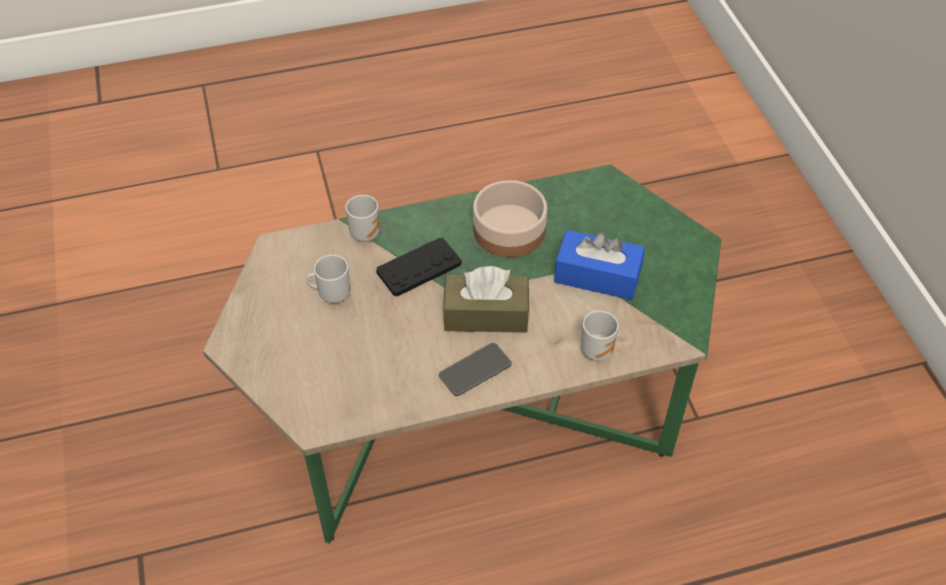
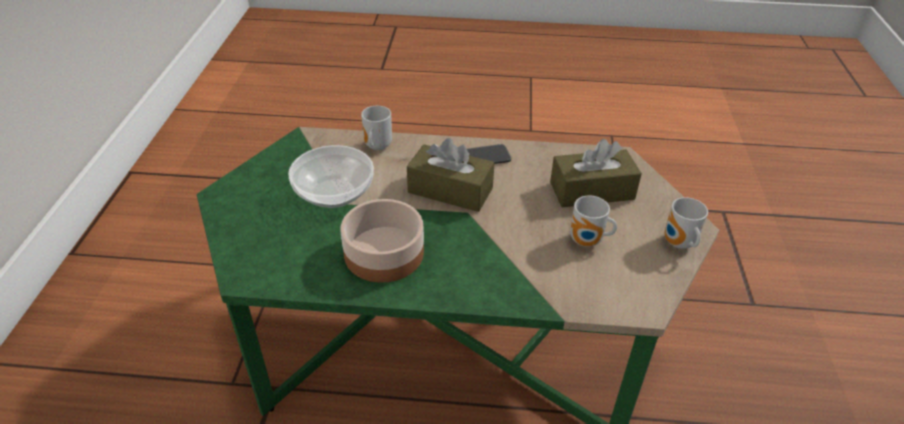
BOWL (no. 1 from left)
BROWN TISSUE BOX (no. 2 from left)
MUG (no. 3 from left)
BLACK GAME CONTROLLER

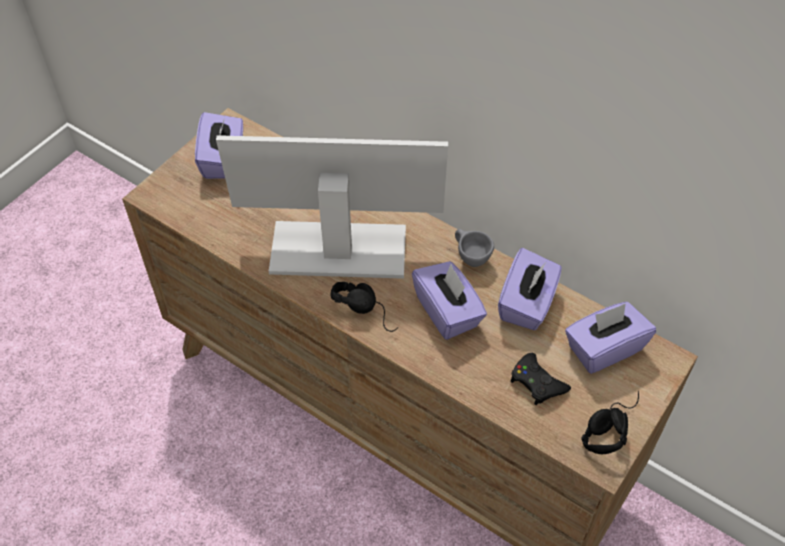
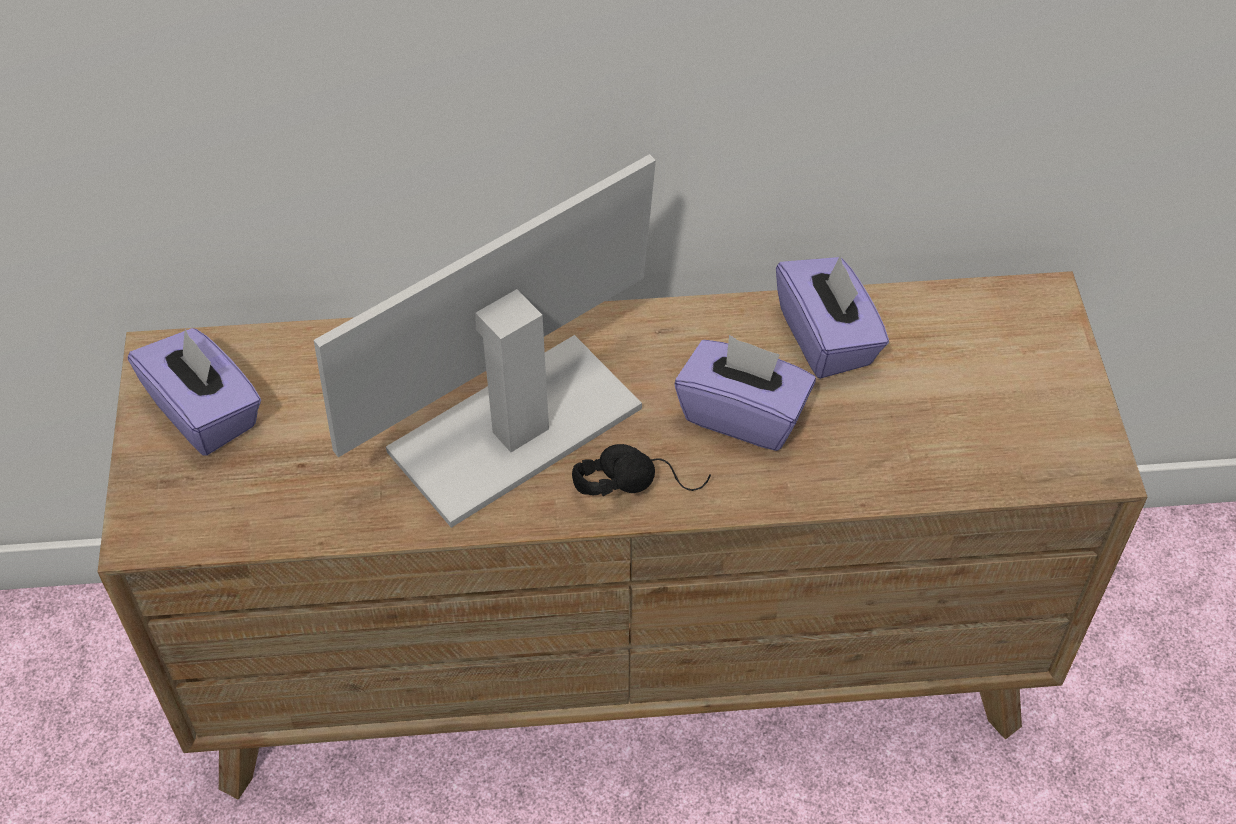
GREY CUP
BLACK GAME CONTROLLER
PURPLE TISSUE BOX (no. 4 from left in the first image)
BLACK HEADPHONES (no. 2 from left in the first image)

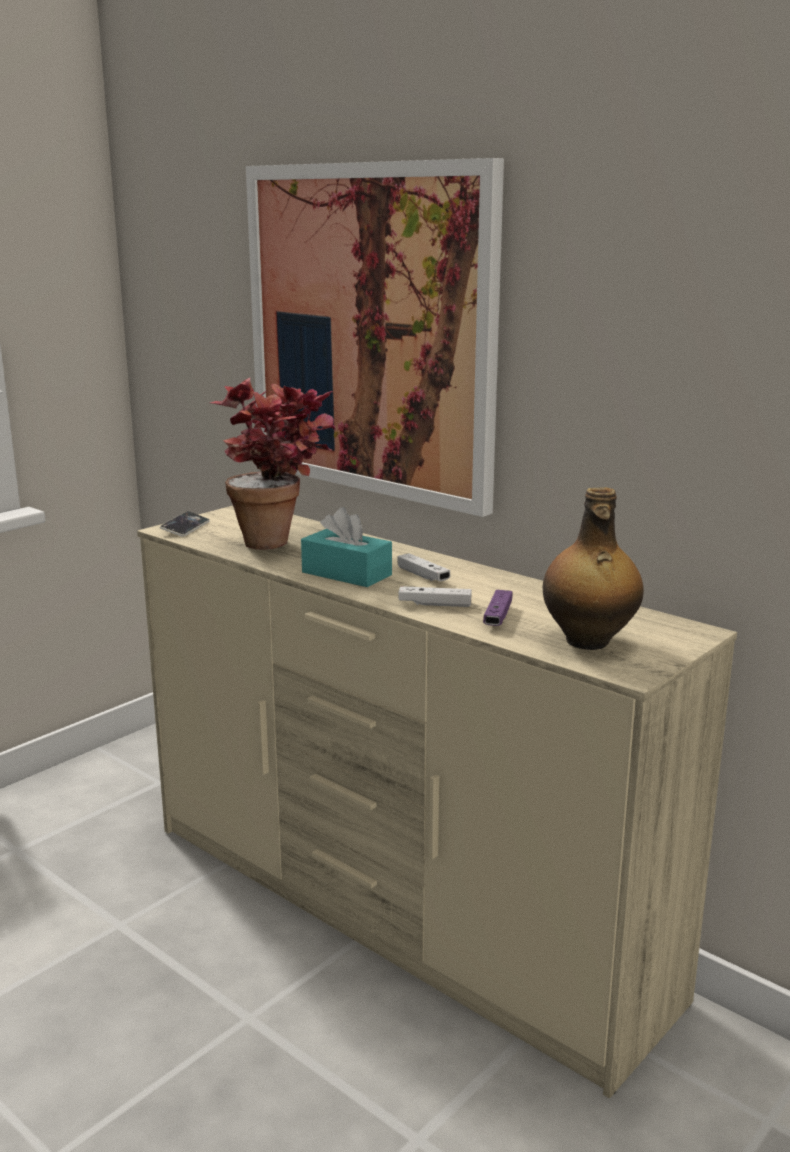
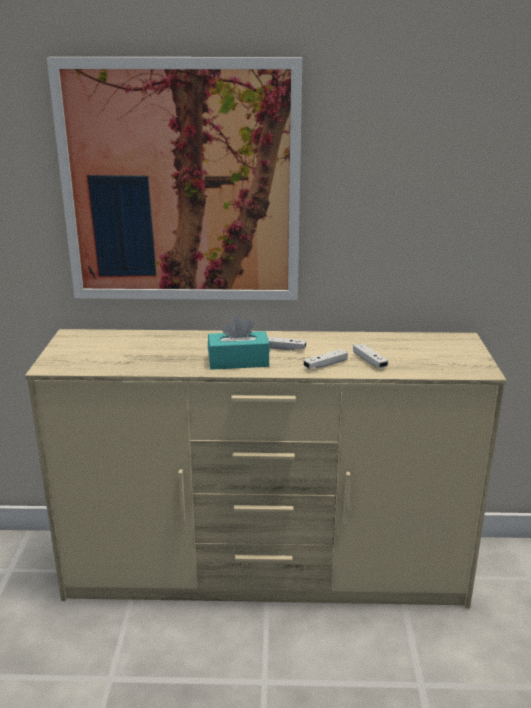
WHITE GAME CONTROLLER (no. 3 from left)
PHONE
POTTED PLANT
BOTTLE

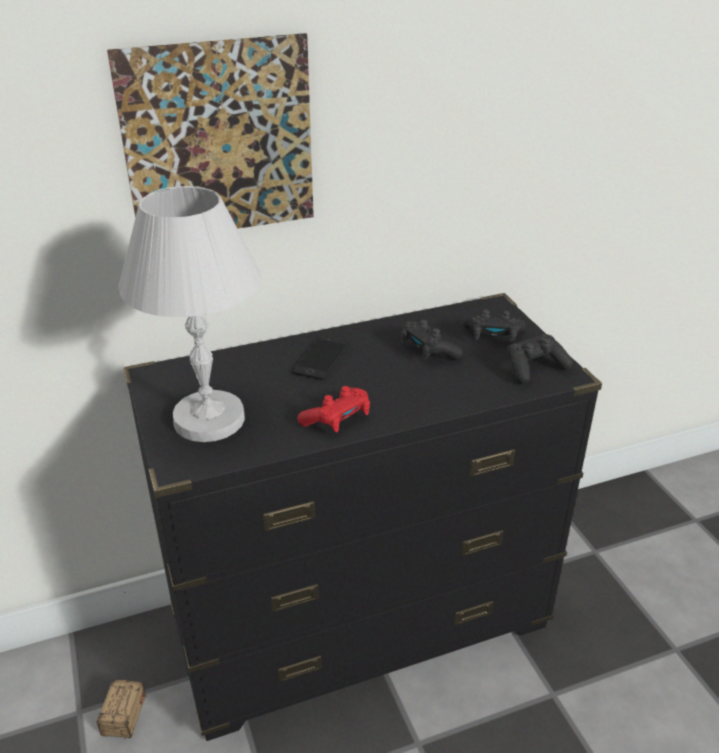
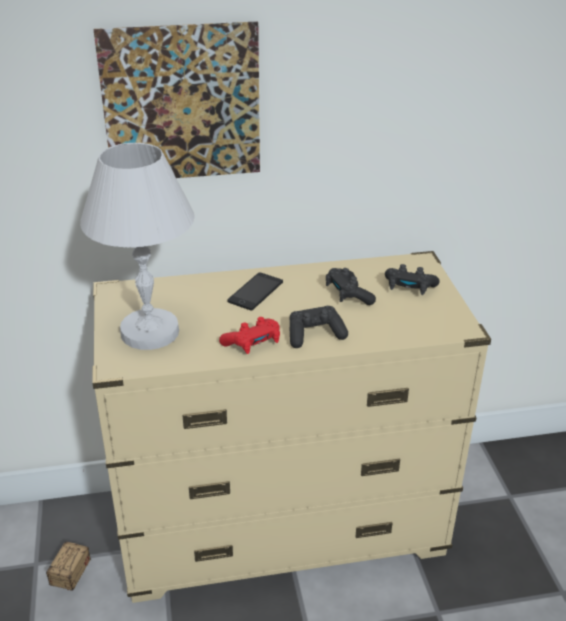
BEIGE DRESSER
BLACK GAME CONTROLLER (no. 1 from left)

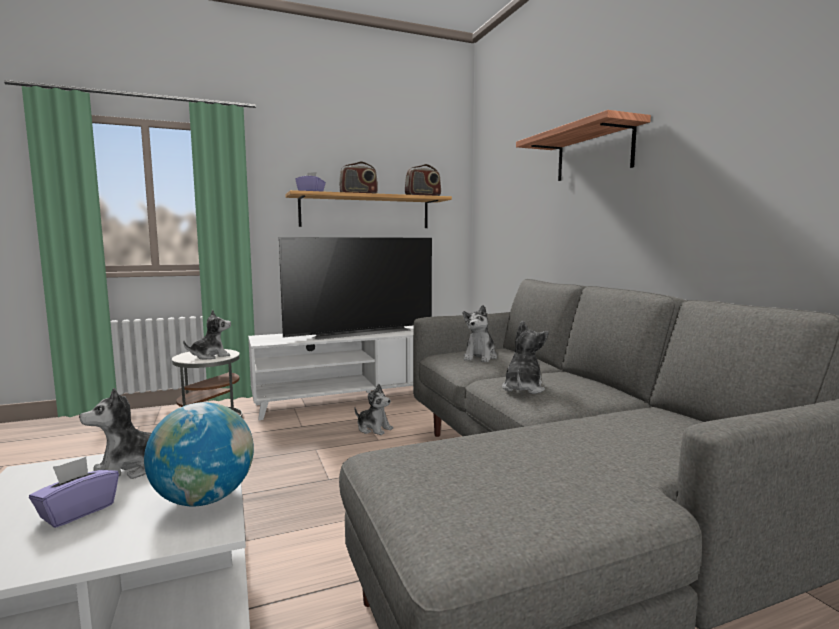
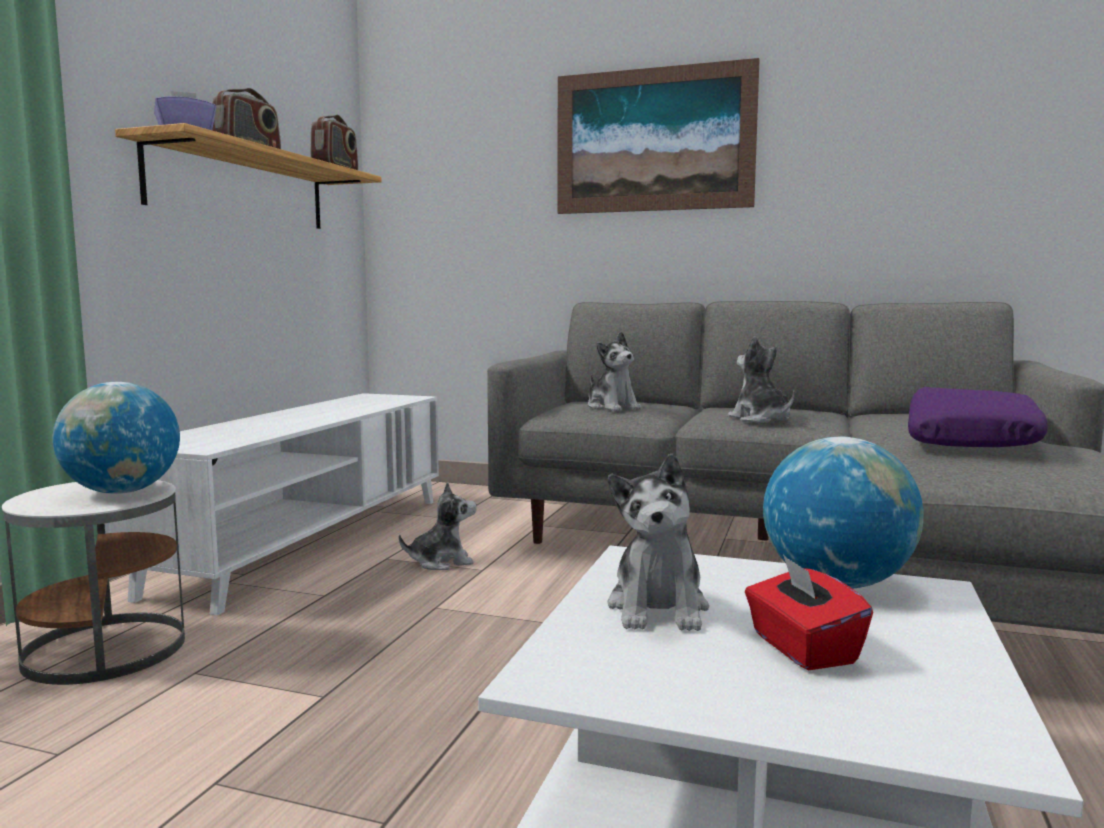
GLOBE (no. 1 from left)
PICTURE
RED TISSUE BOX
PURPLE PILLOW
TELEVISION

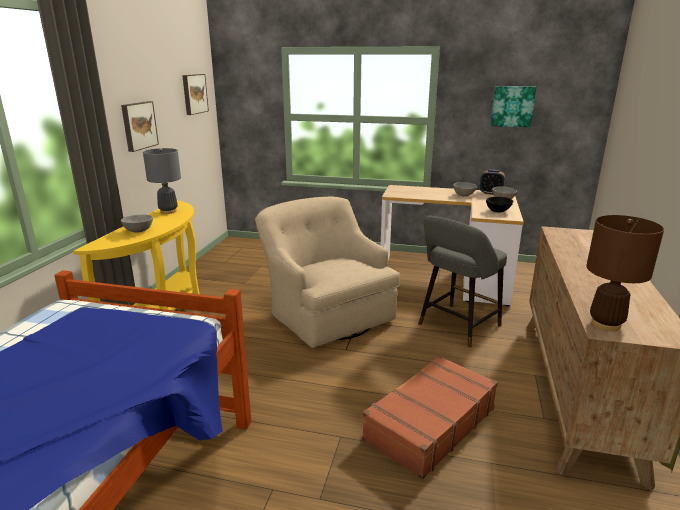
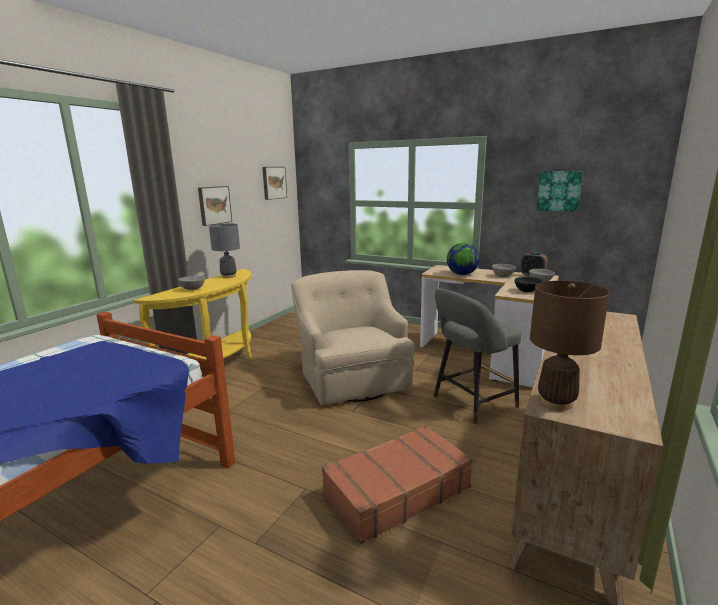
GLOBE

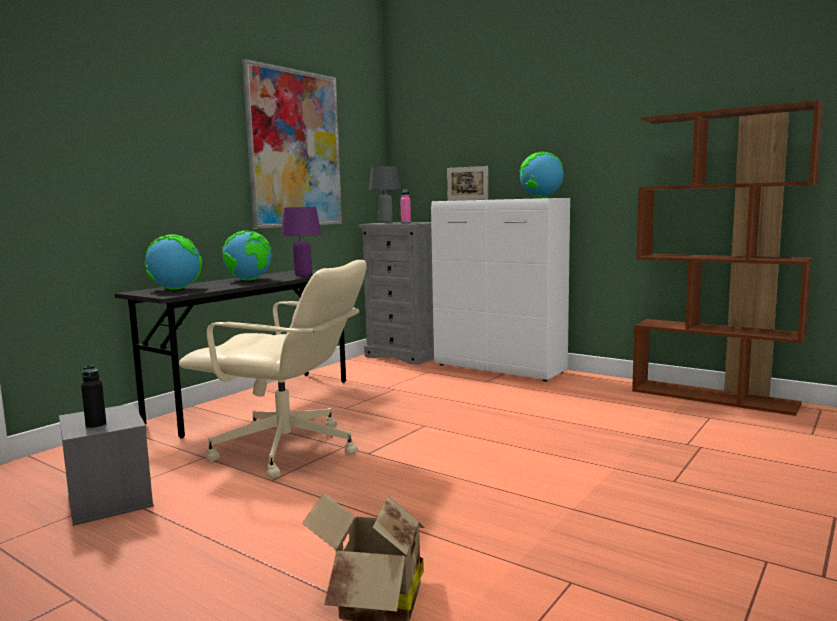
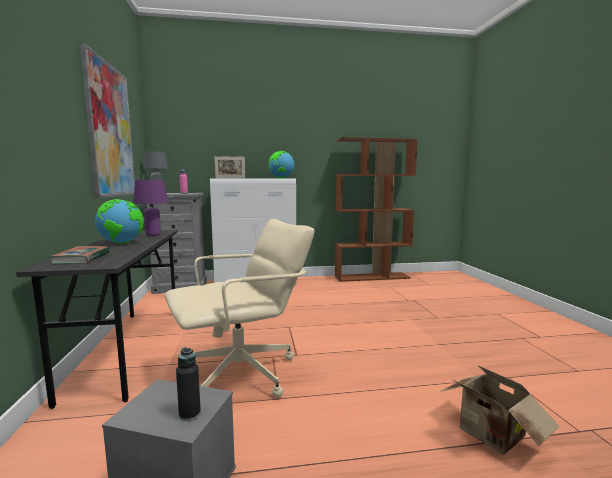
BOOK

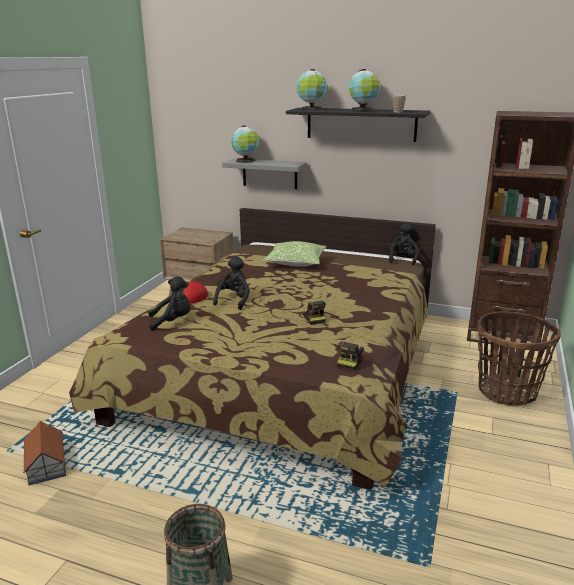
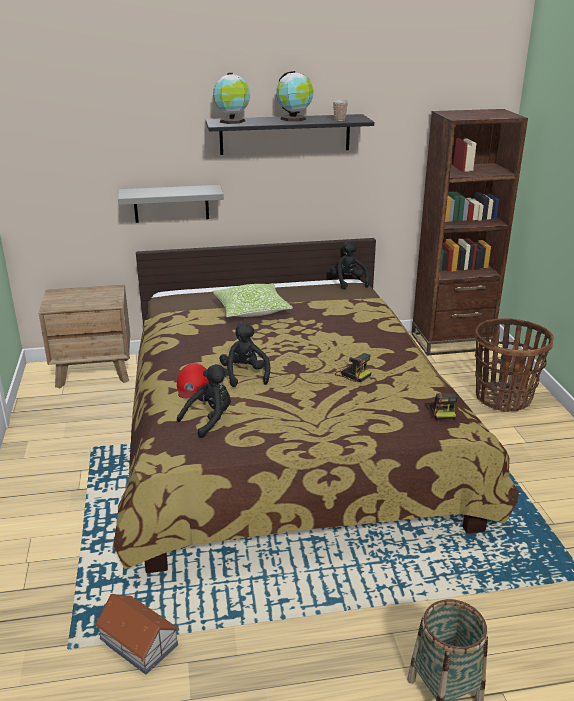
GLOBE (no. 1 from left in the first image)

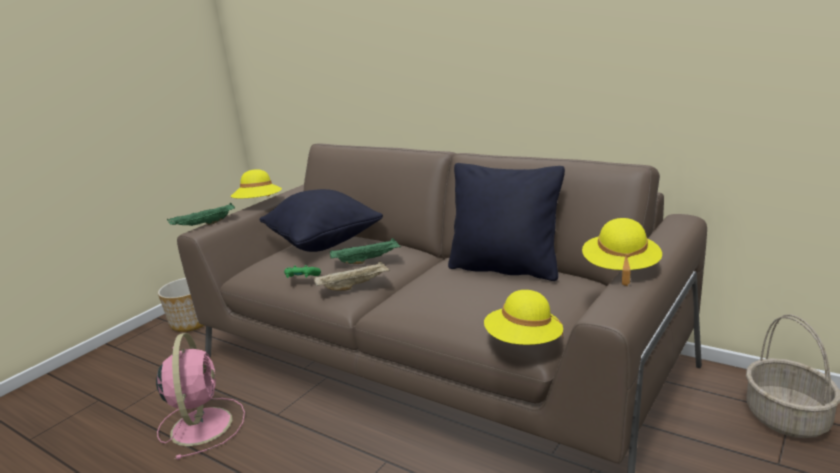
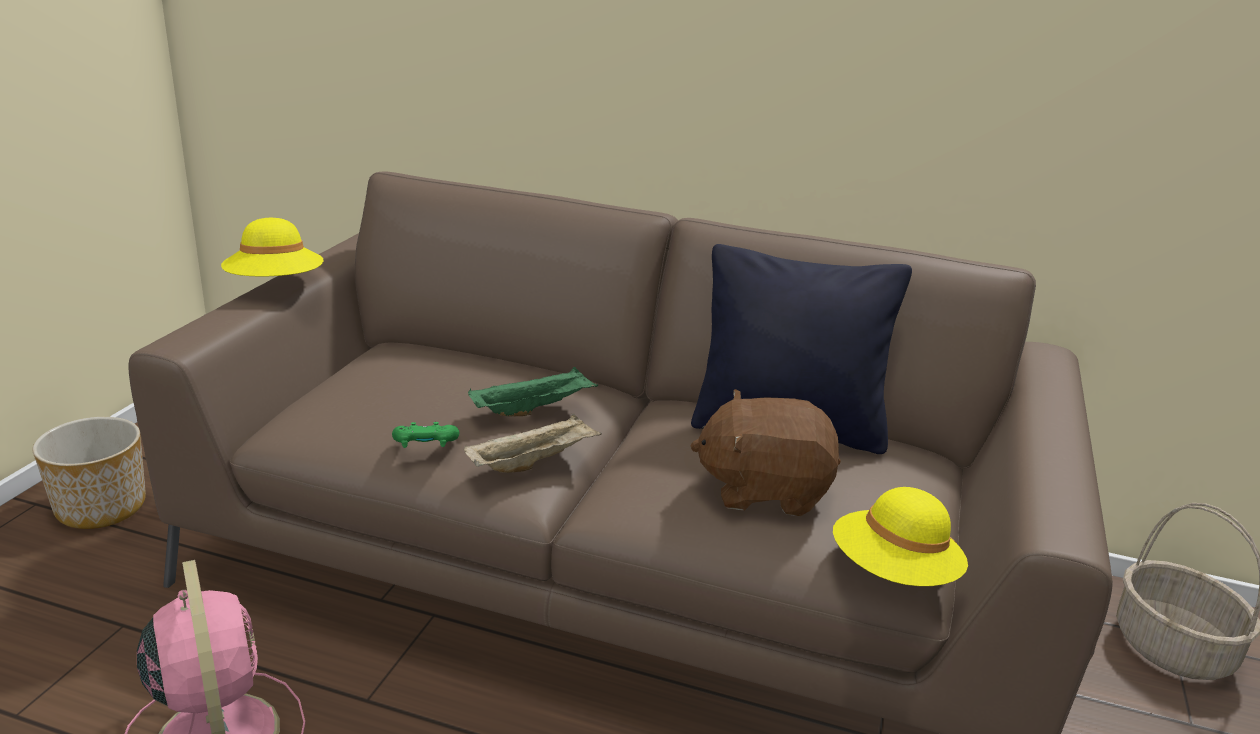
BROWN PLUSH TOY
GREEN TRAY (no. 1 from left in the first image)
BLACK PILLOW (no. 1 from left in the first image)
YELLOW HAT (no. 3 from left in the first image)

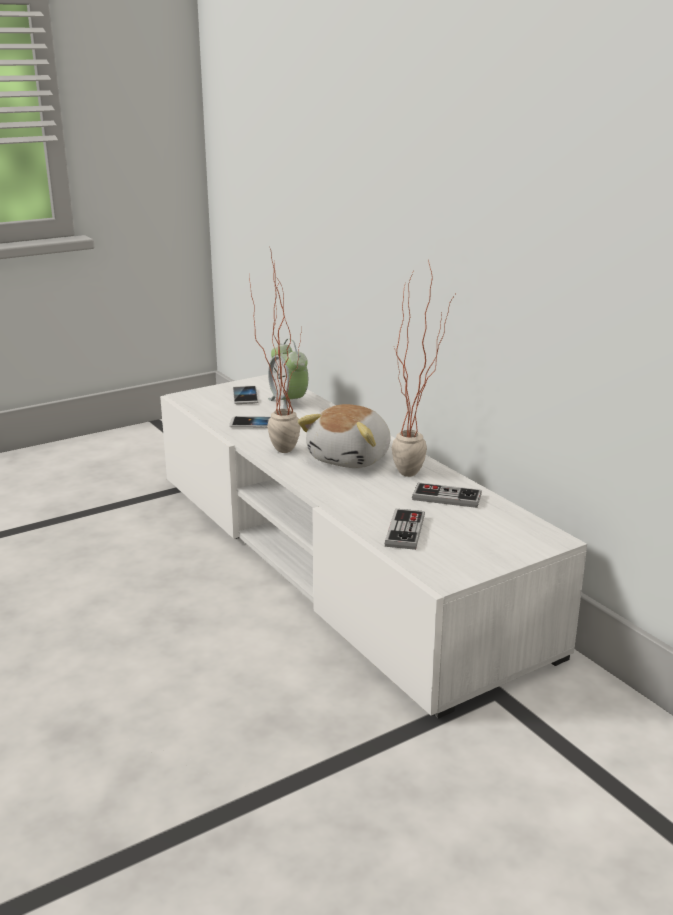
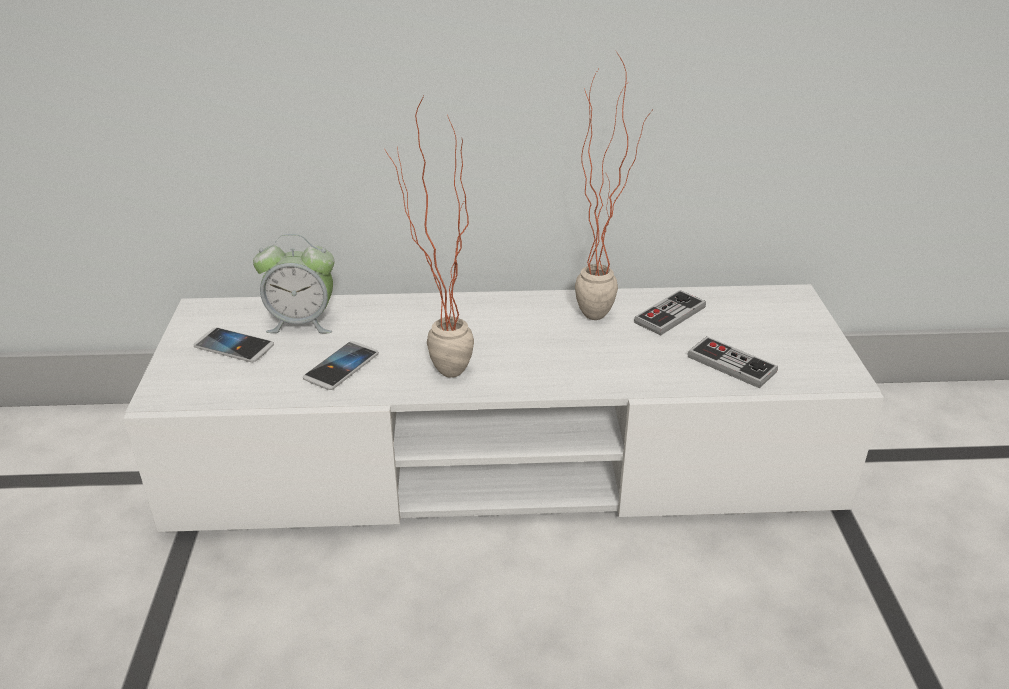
PLUSH TOY

